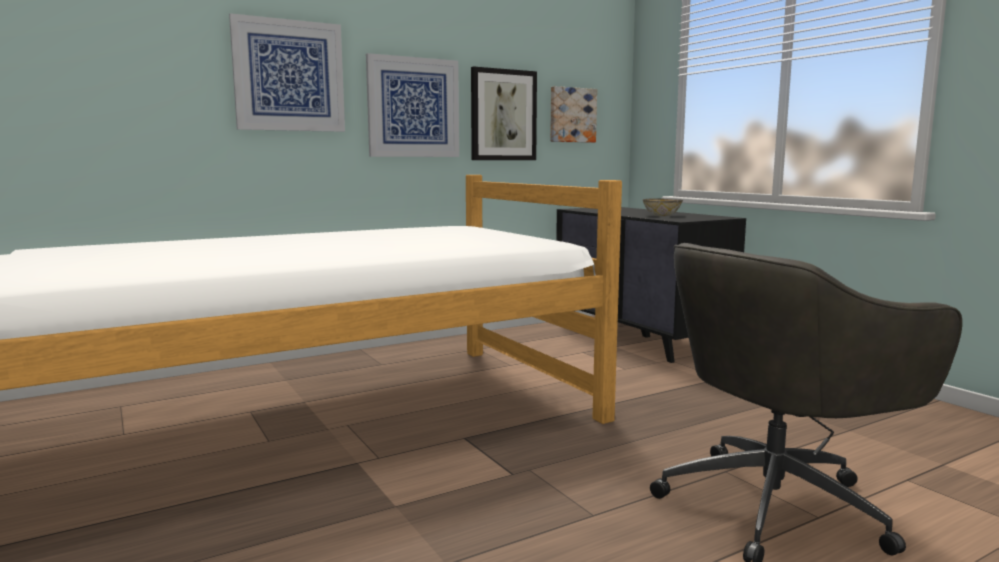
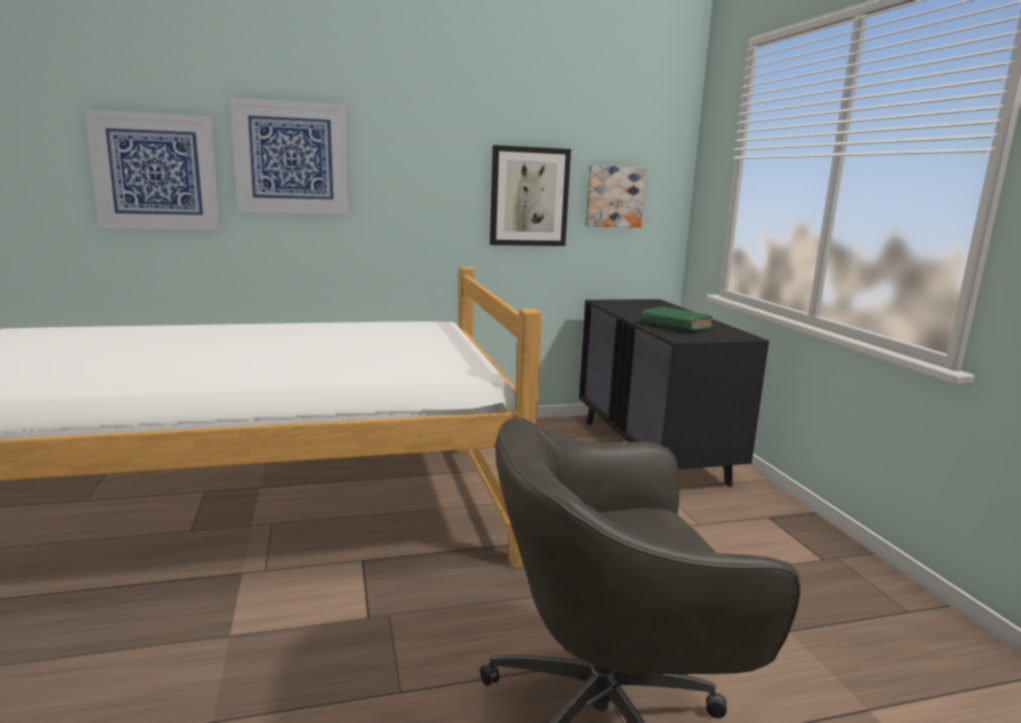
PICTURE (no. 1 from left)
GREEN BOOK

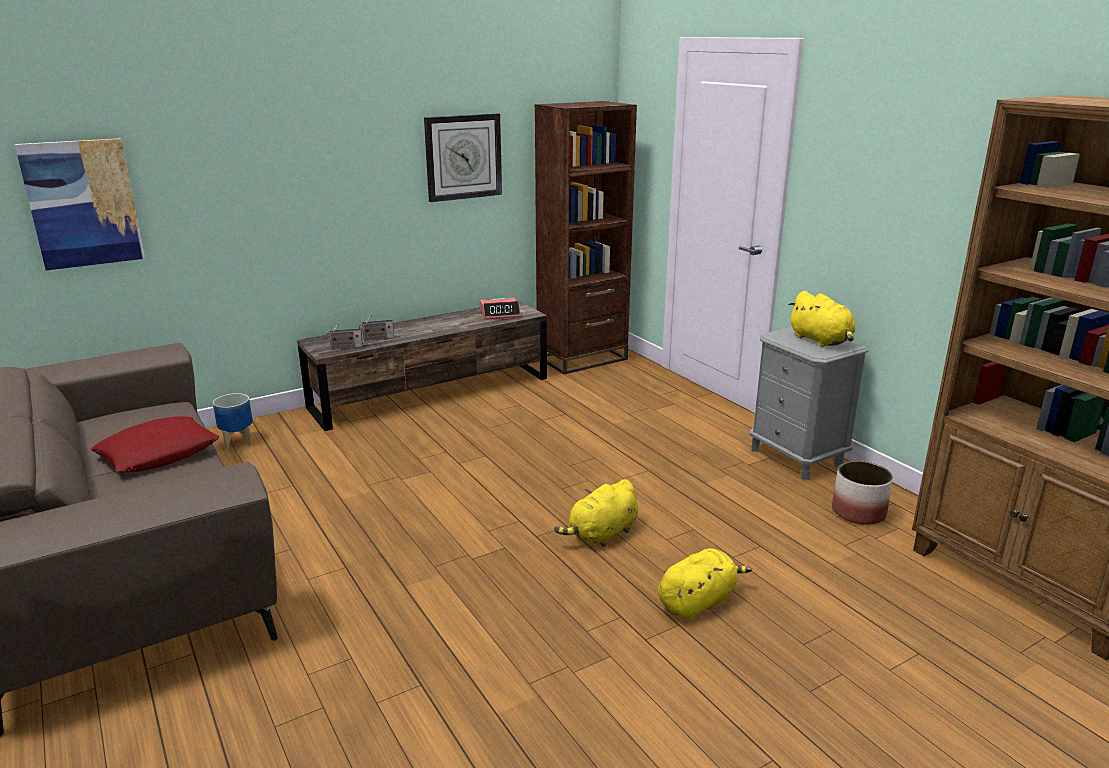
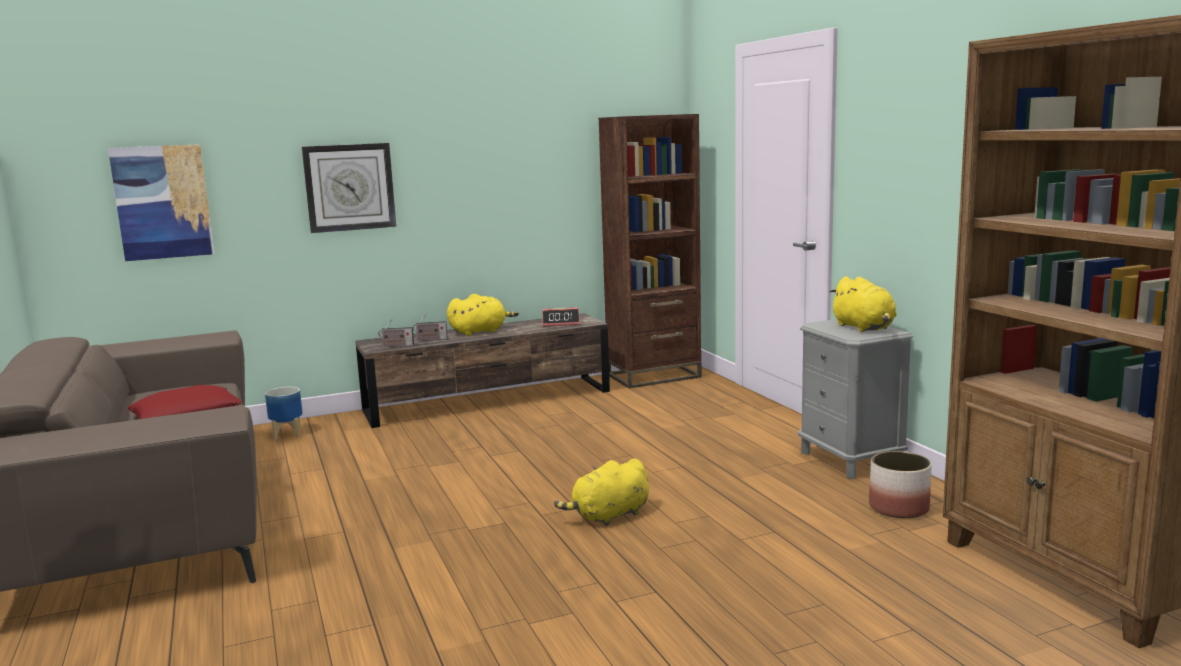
WALL CLOCK
YELLOW PLUSH TOY (no. 1 from left)

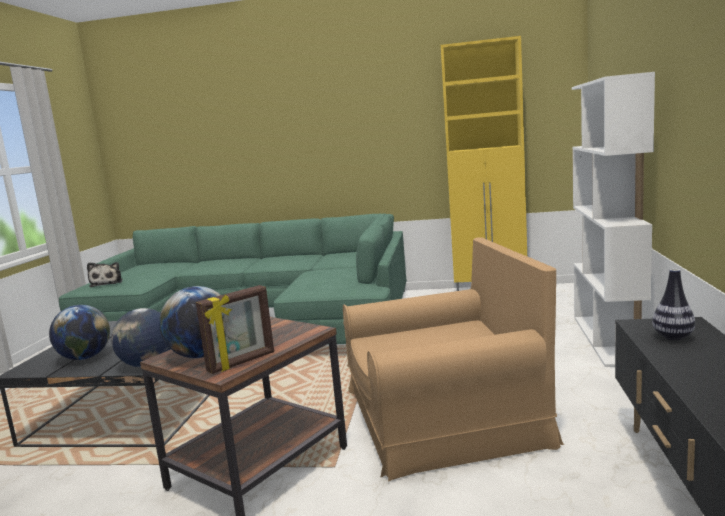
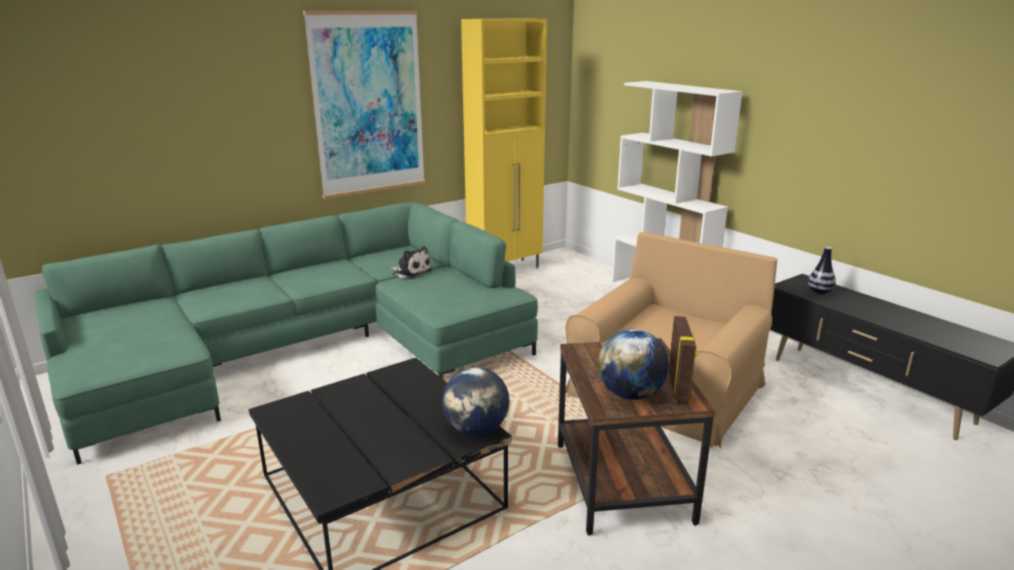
PICTURE
PLUSH TOY
GLOBE (no. 1 from left in the first image)

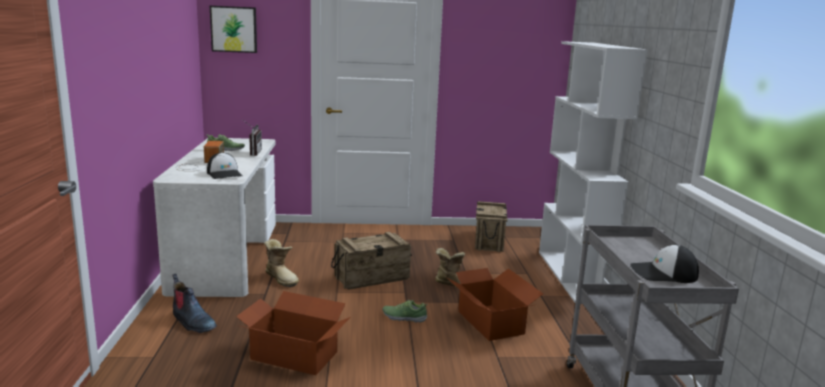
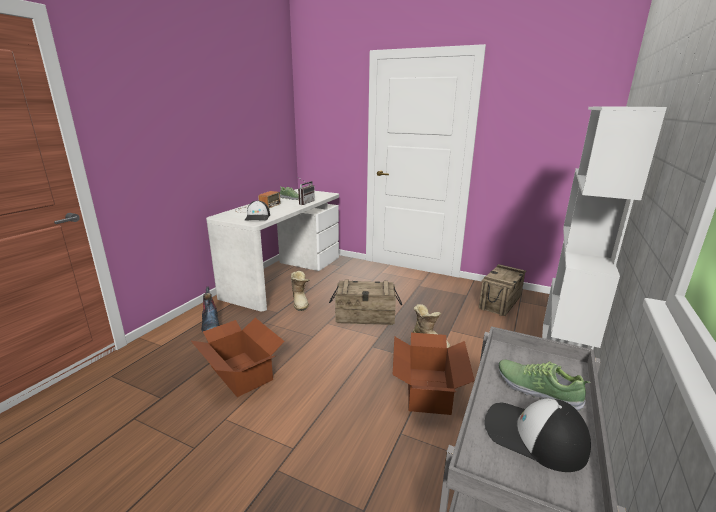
SHOE (no. 2 from left)
PICTURE

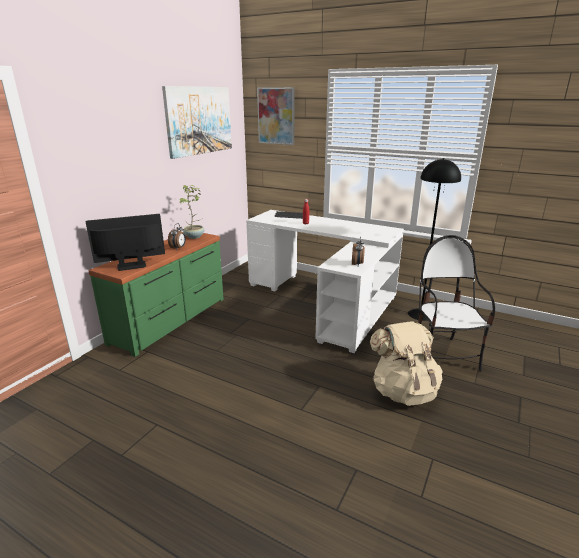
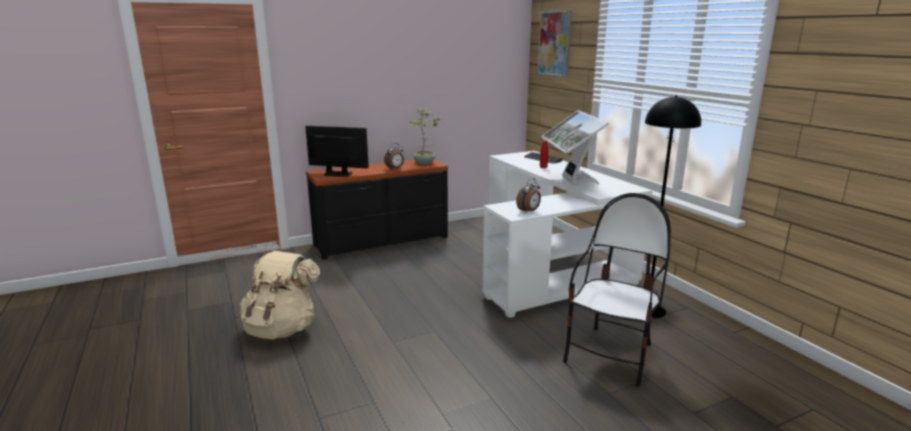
BEIGE BACKPACK
BLACK DRESSER
MONITOR (no. 2 from left)
PICTURE (no. 1 from left in the first image)

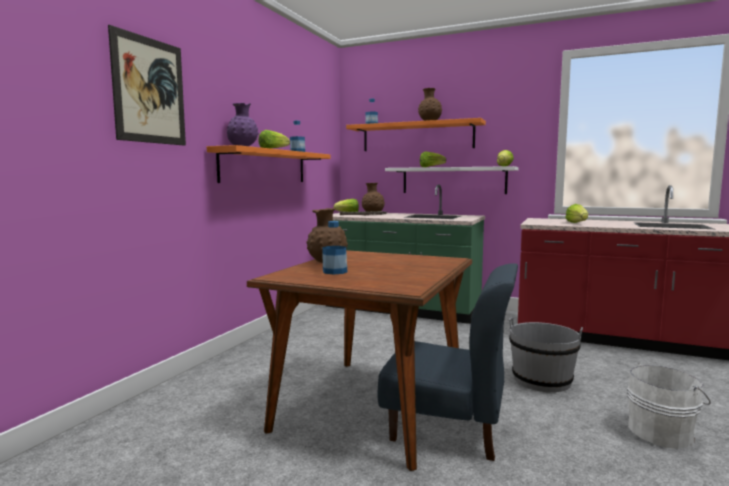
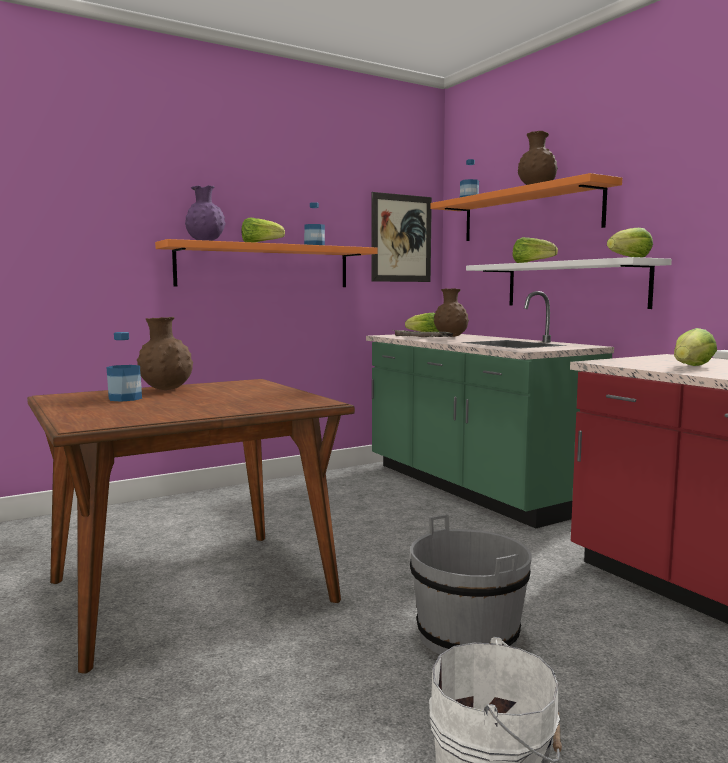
PICTURE
BLUE CHAIR

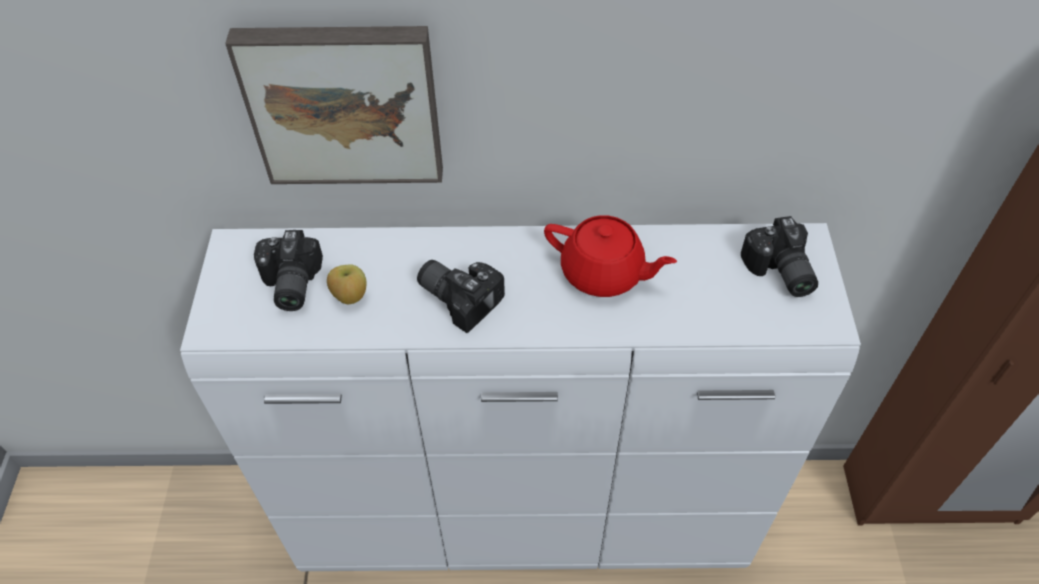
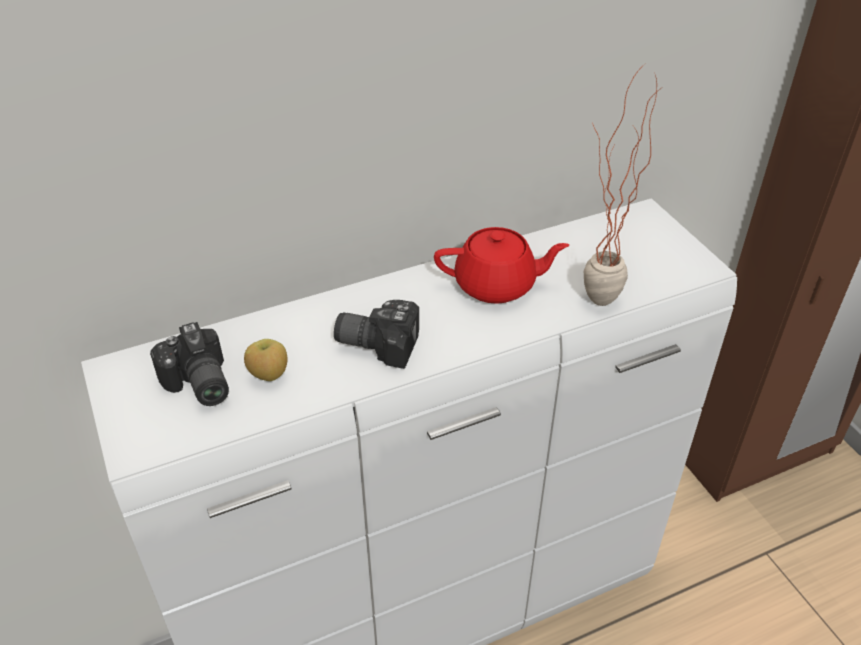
POTTED PLANT
PICTURE
PHOTO CAMERA (no. 3 from left in the first image)

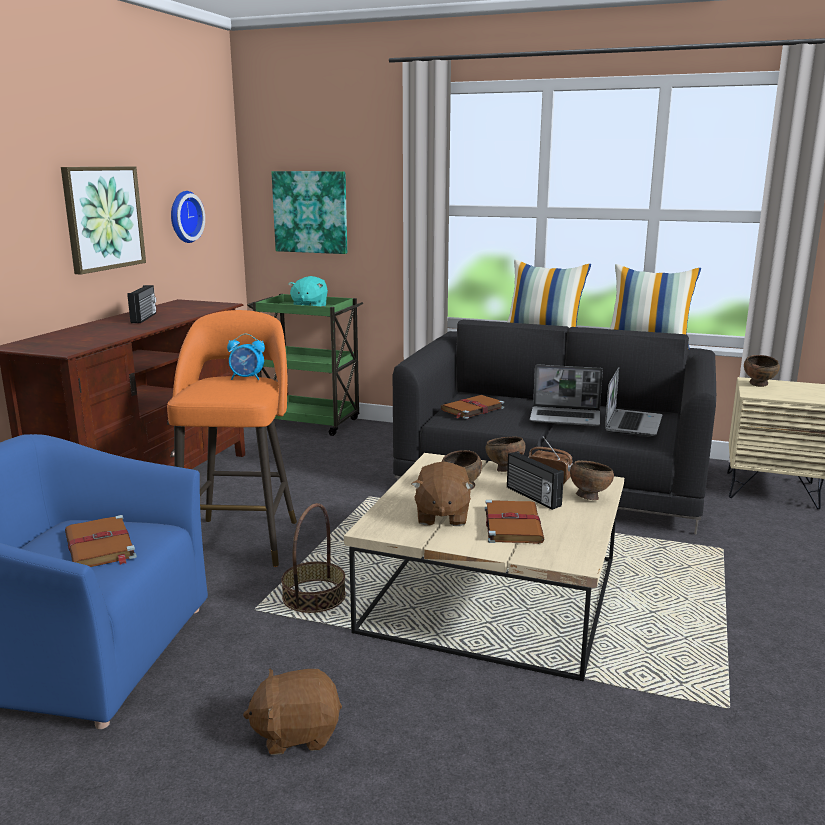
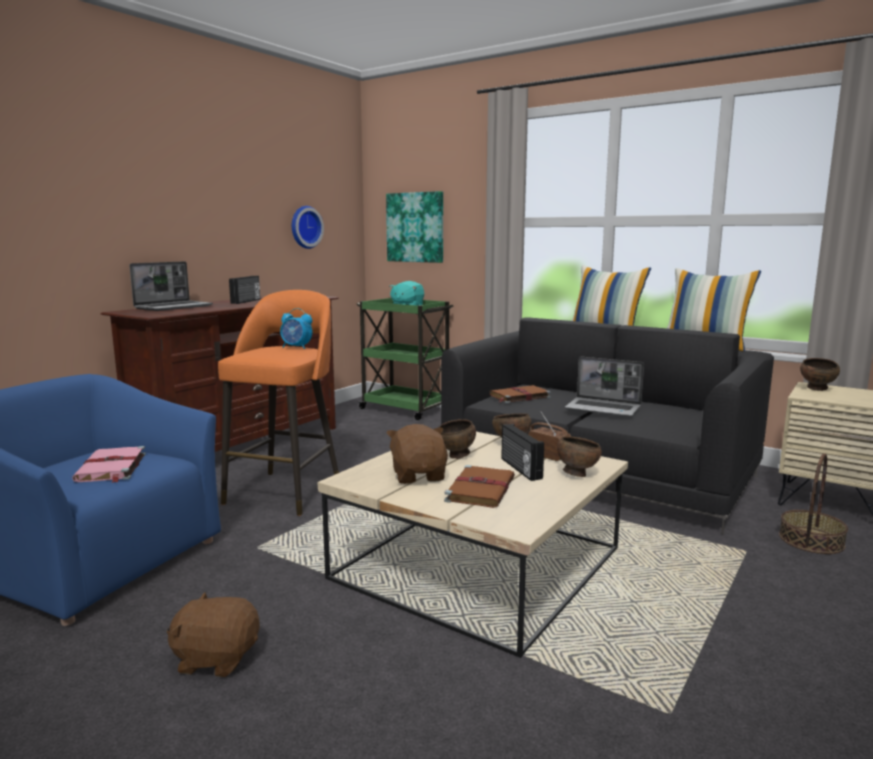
PINK BOOK
LAPTOP (no. 1 from left)
BROWN PLUSH TOY (no. 2 from left)
BASKET
PICTURE (no. 1 from left in the first image)

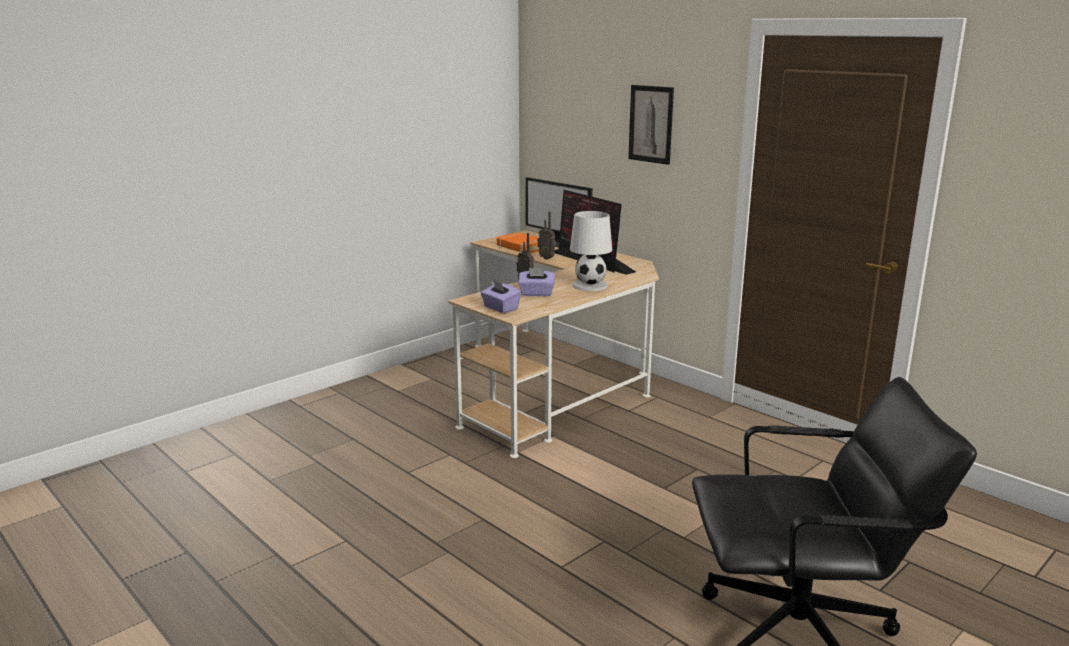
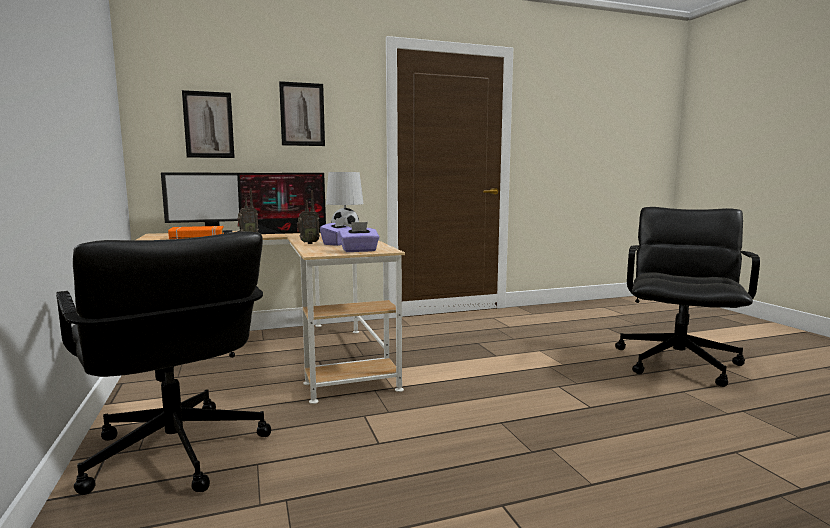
BLACK OFFICE CHAIR (no. 1 from left)
PICTURE (no. 1 from left)

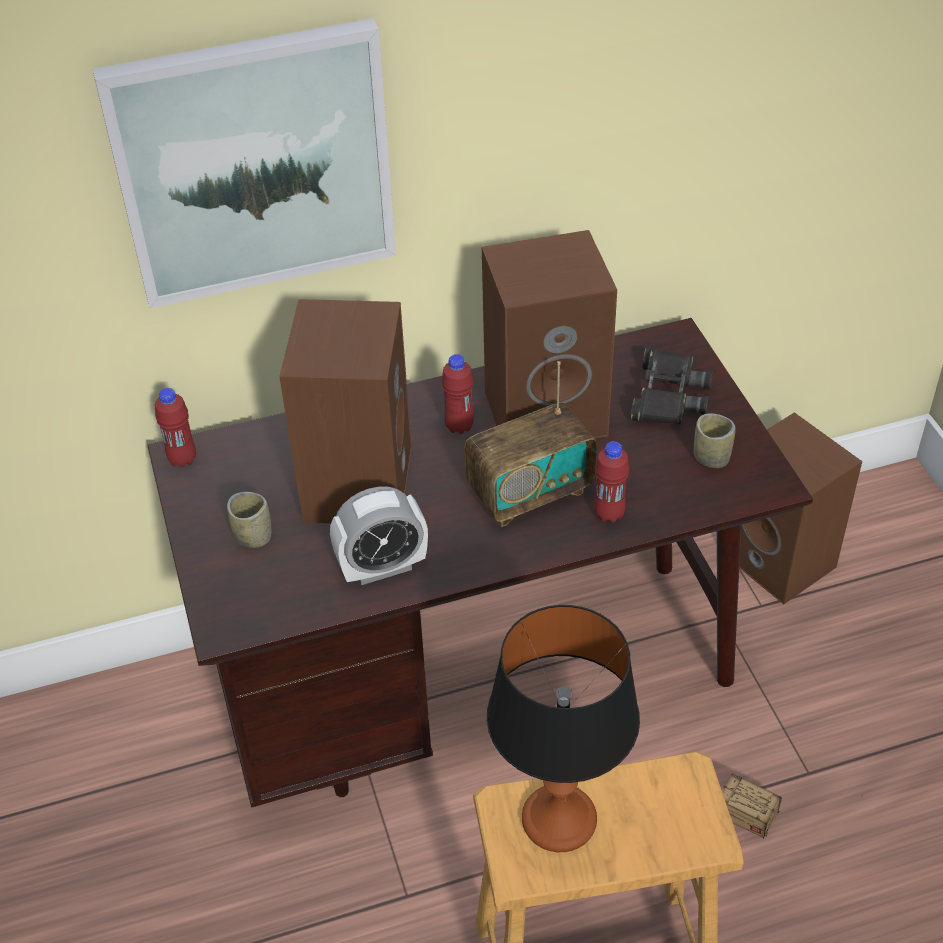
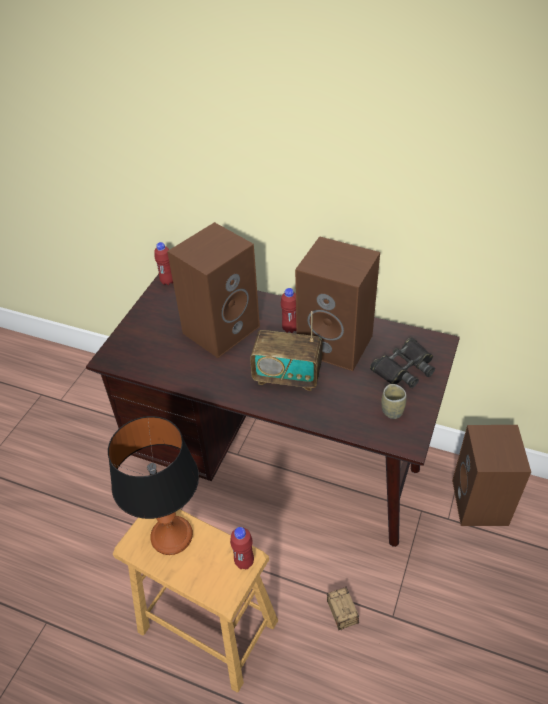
RED BOTTLE (no. 2 from left)
PICTURE
CUP (no. 1 from left in the first image)
ALARM CLOCK

